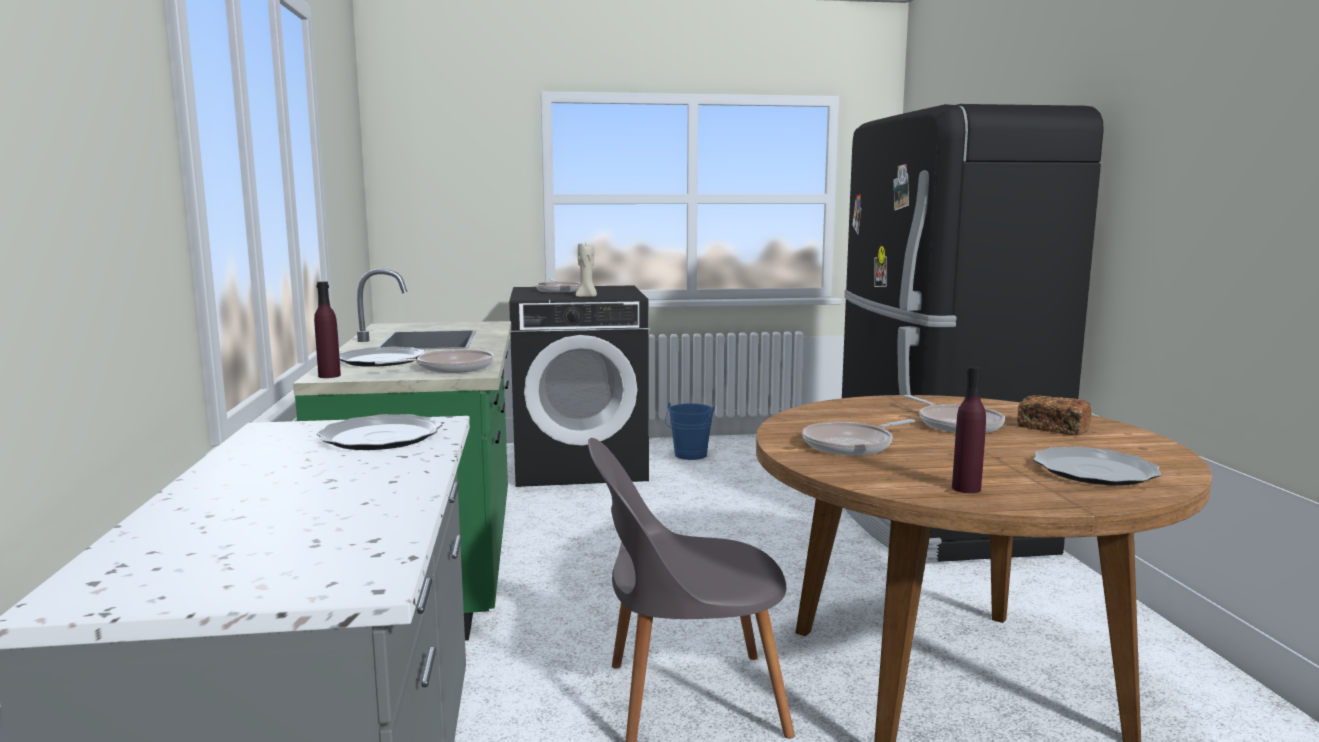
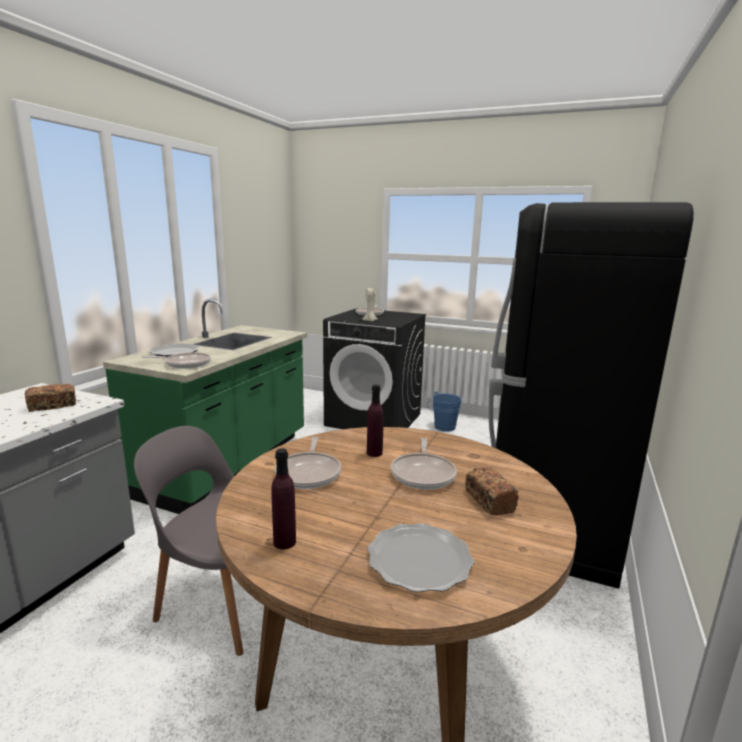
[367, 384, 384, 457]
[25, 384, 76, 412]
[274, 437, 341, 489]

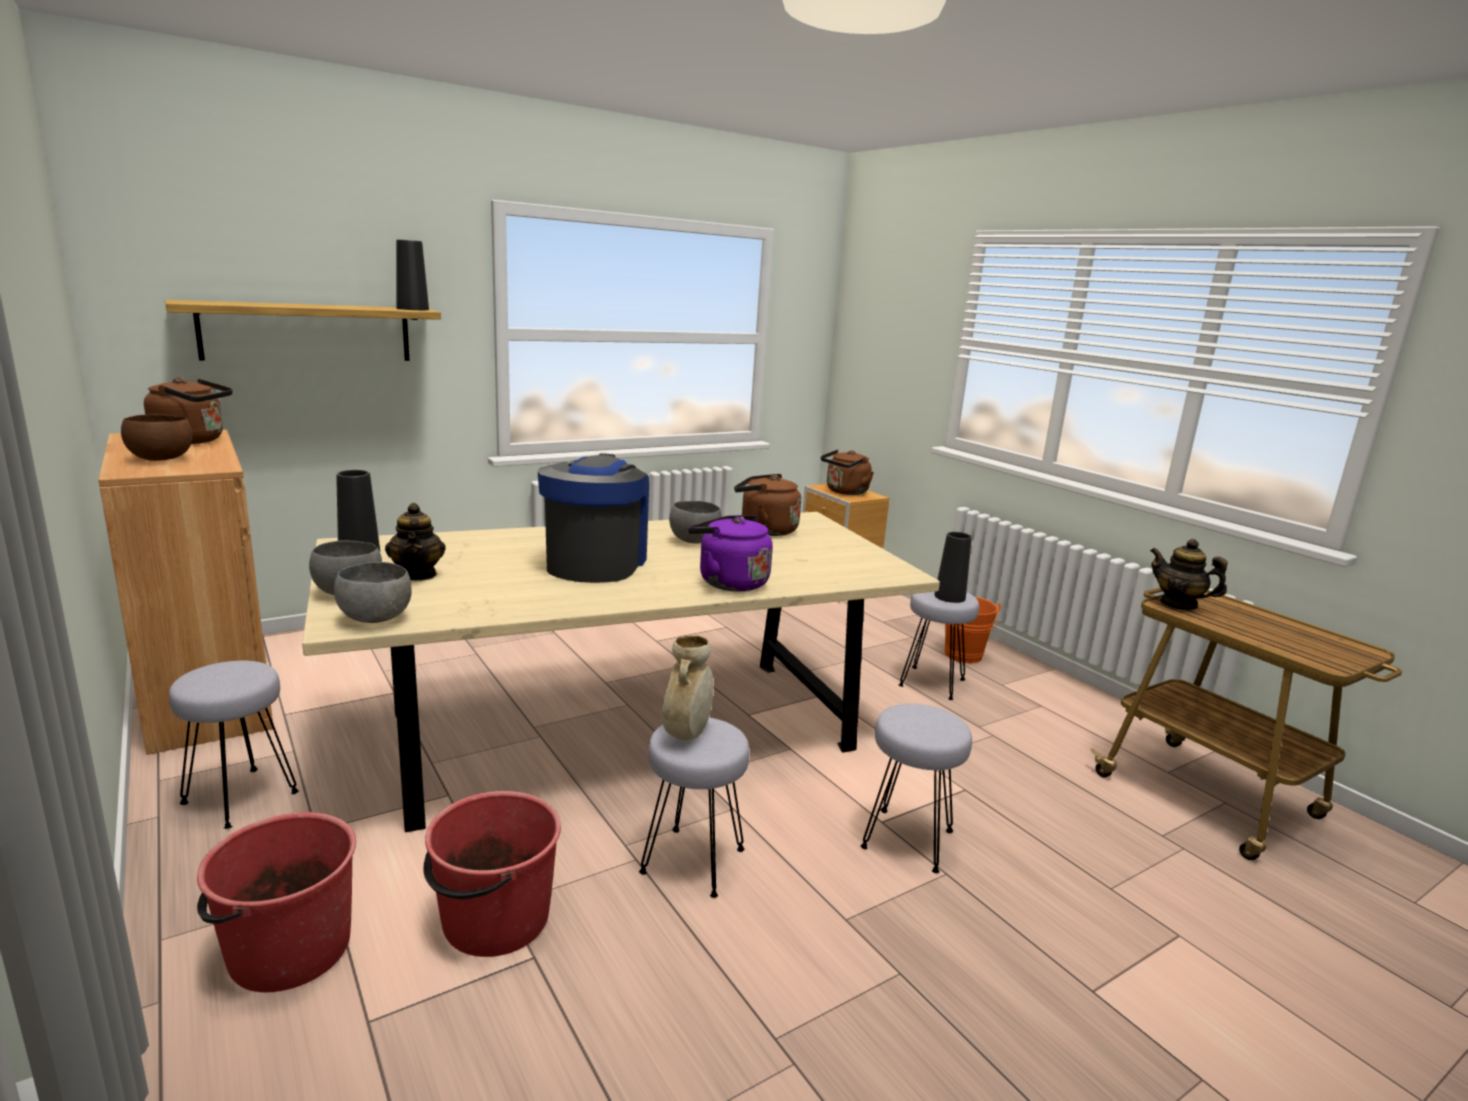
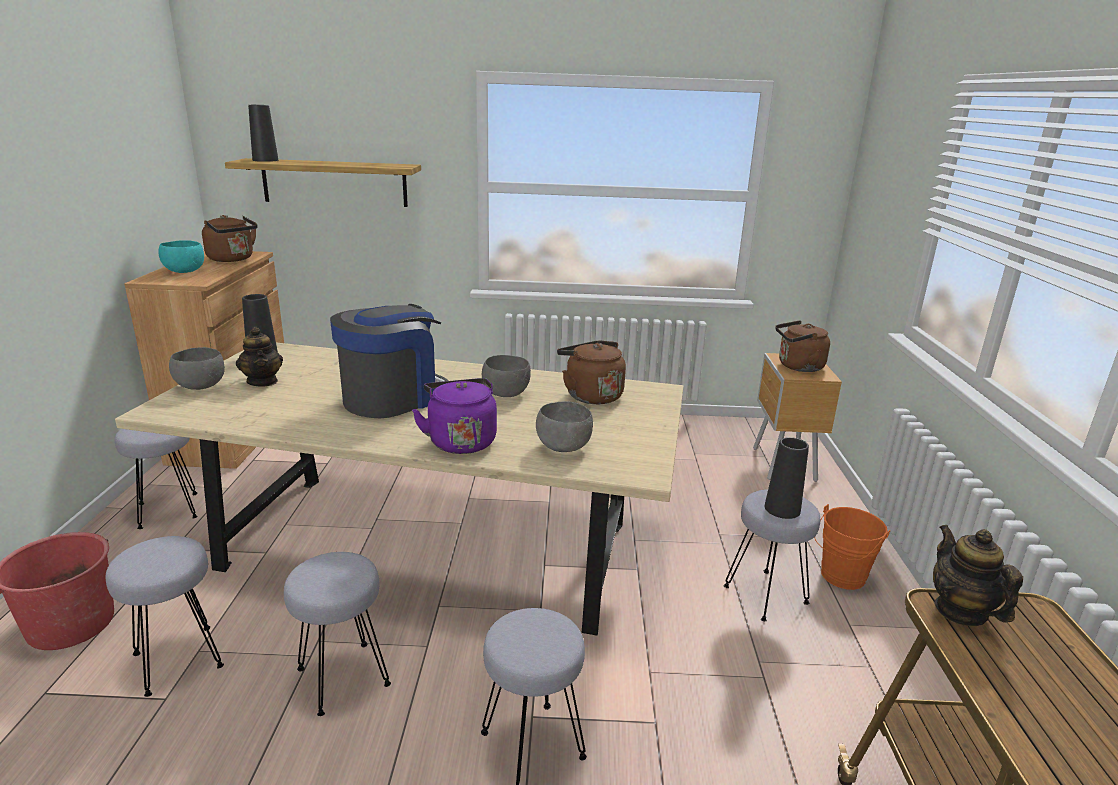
[158, 240, 204, 273]
[536, 401, 593, 452]
[236, 327, 283, 387]
[248, 105, 278, 162]
[106, 536, 224, 697]
[662, 635, 713, 740] (first image)

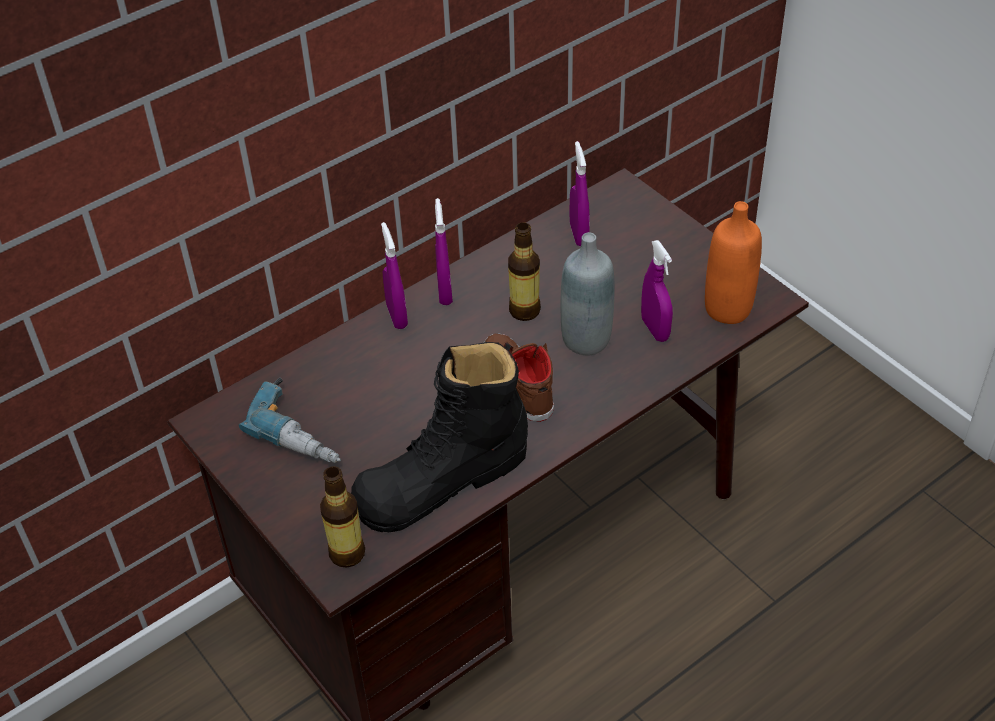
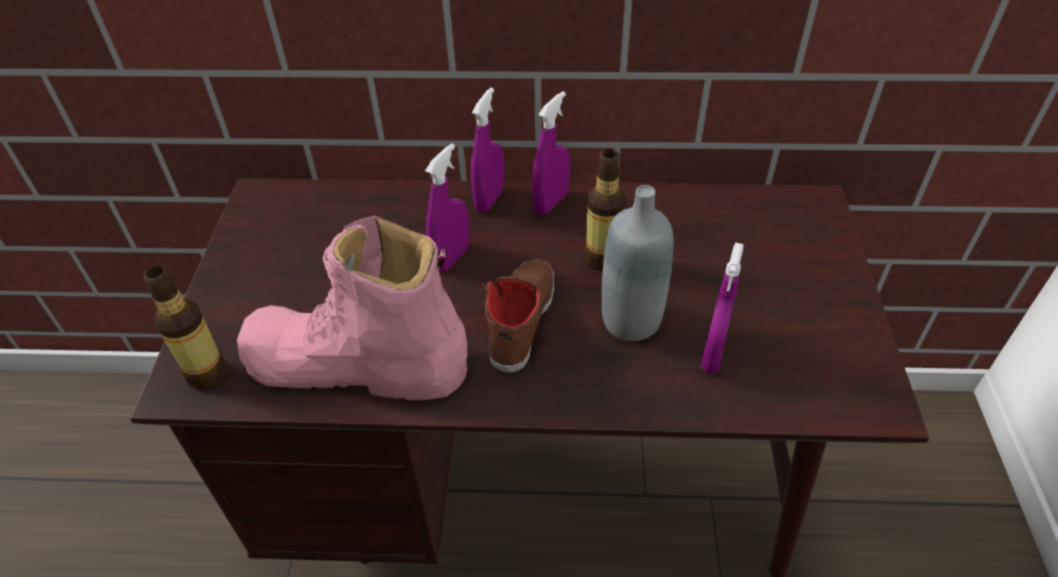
[239, 378, 341, 463] (first image)
[237, 215, 467, 400]
[425, 143, 470, 272]
[705, 201, 762, 324] (first image)

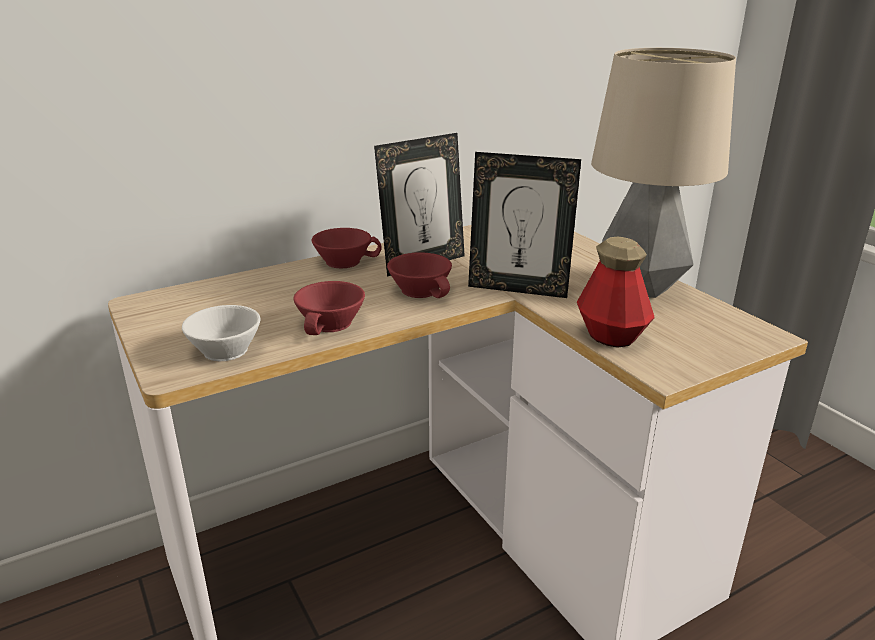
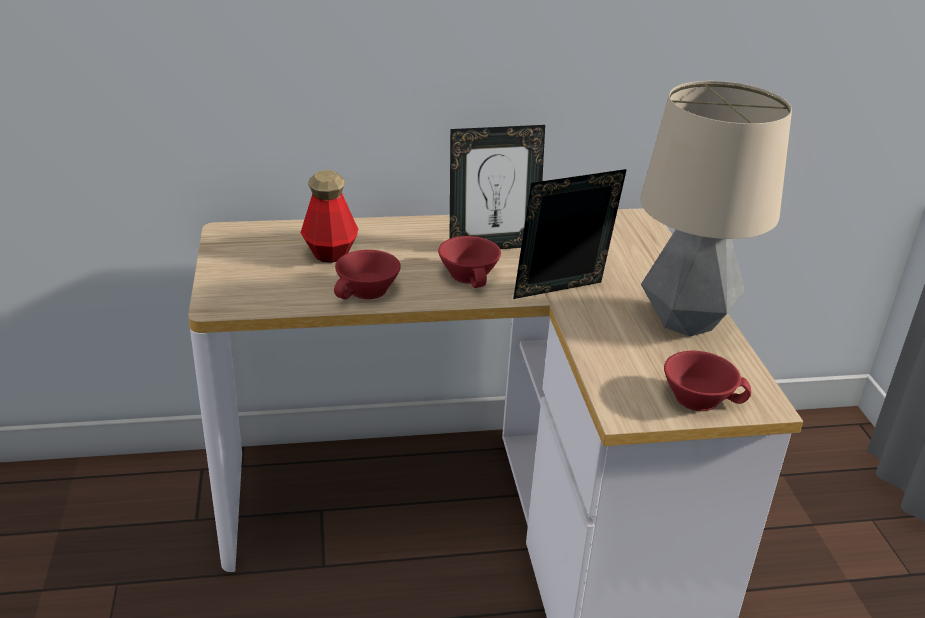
[182, 305, 260, 361] (first image)
[664, 351, 751, 411]
[513, 169, 627, 299]
[300, 170, 358, 263]

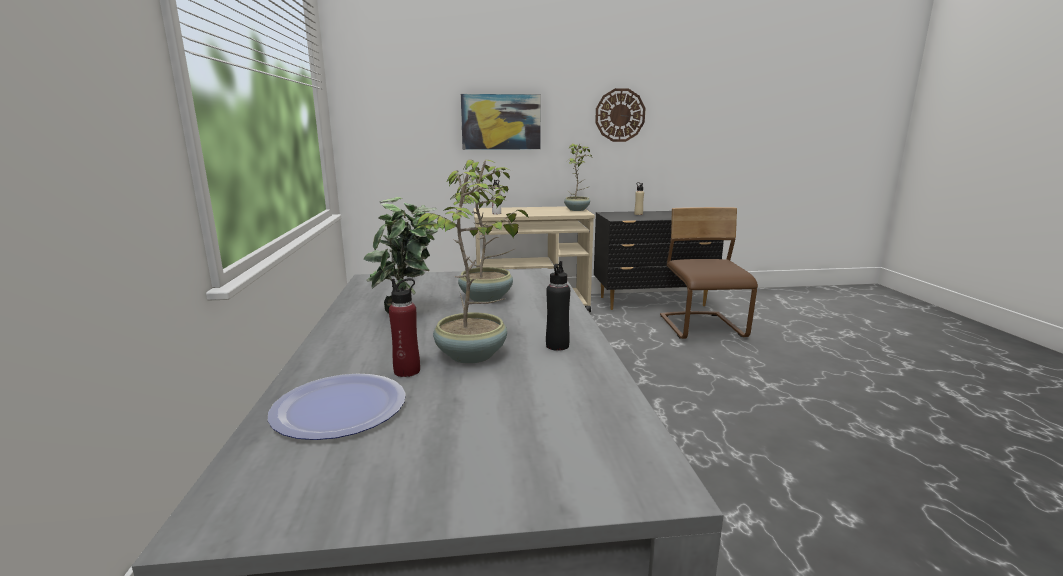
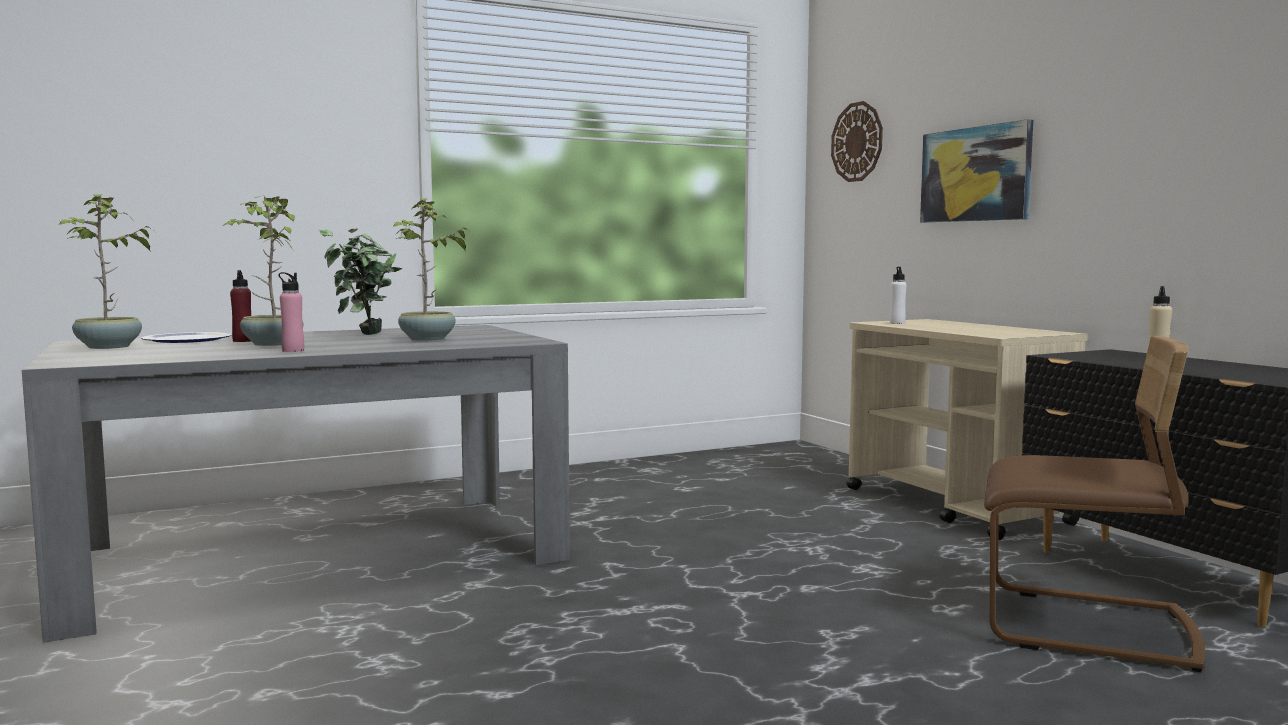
[279, 272, 304, 352]
[59, 194, 155, 349]
[831, 101, 883, 182]
[984, 336, 1205, 672]

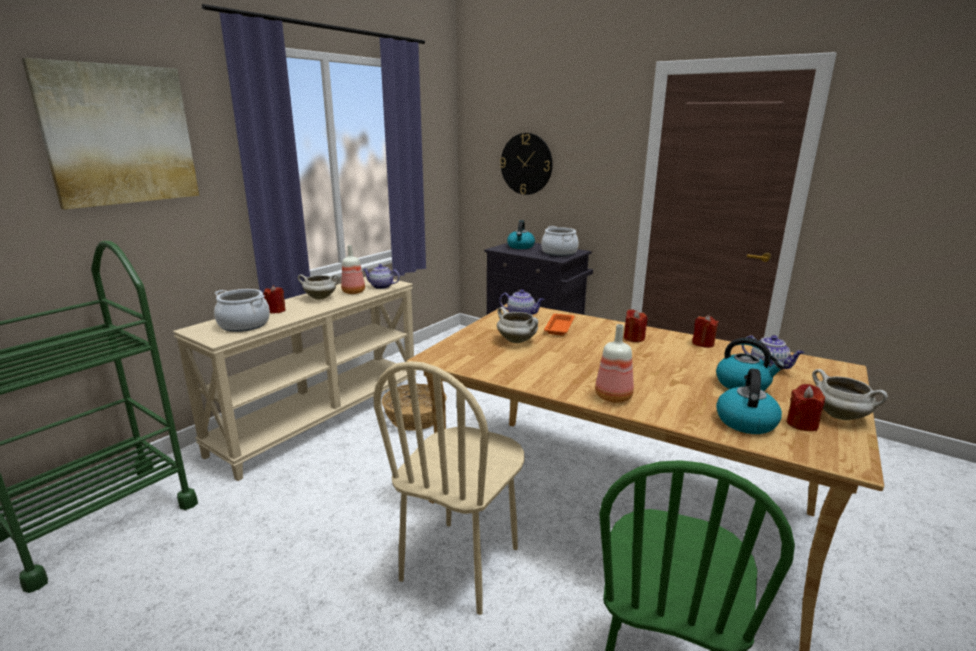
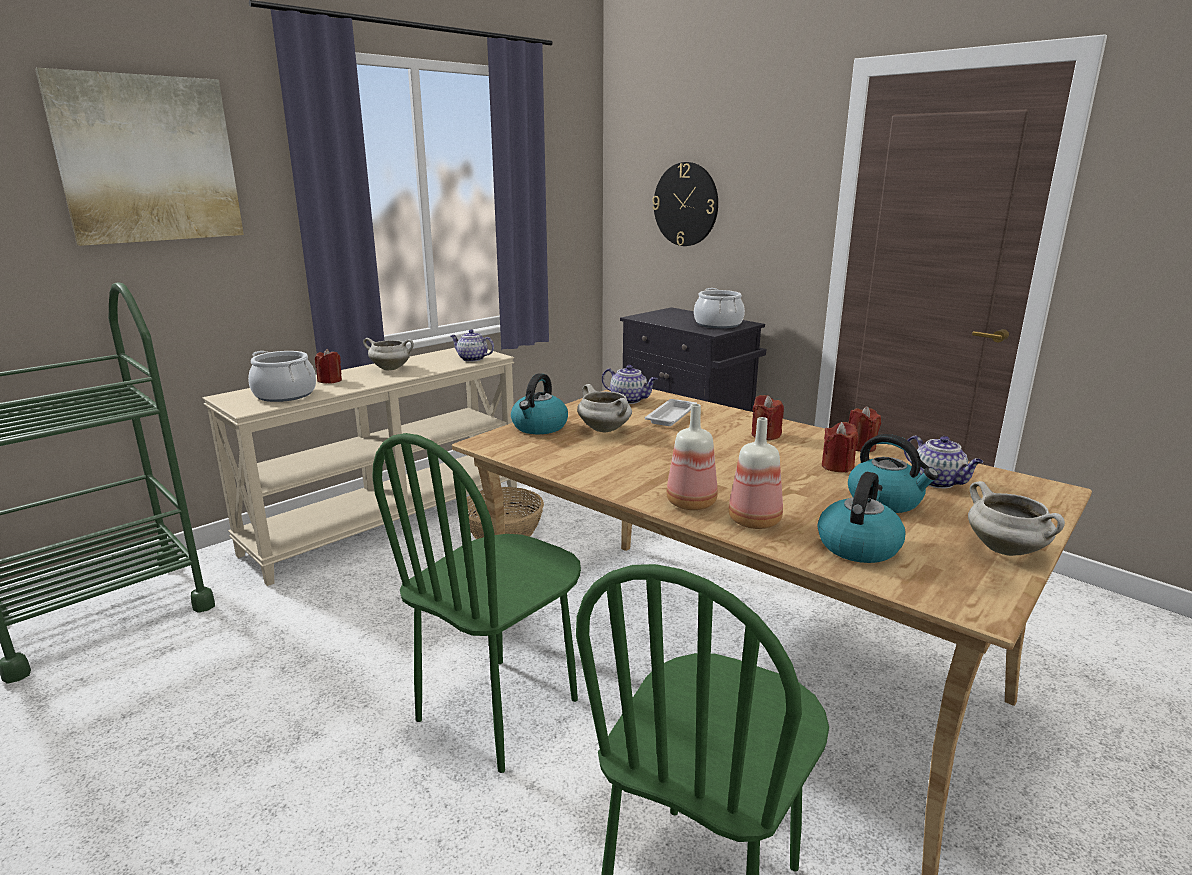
[728, 417, 783, 529]
[372, 433, 581, 773]
[511, 373, 568, 434]
[645, 399, 697, 426]
[822, 422, 859, 473]

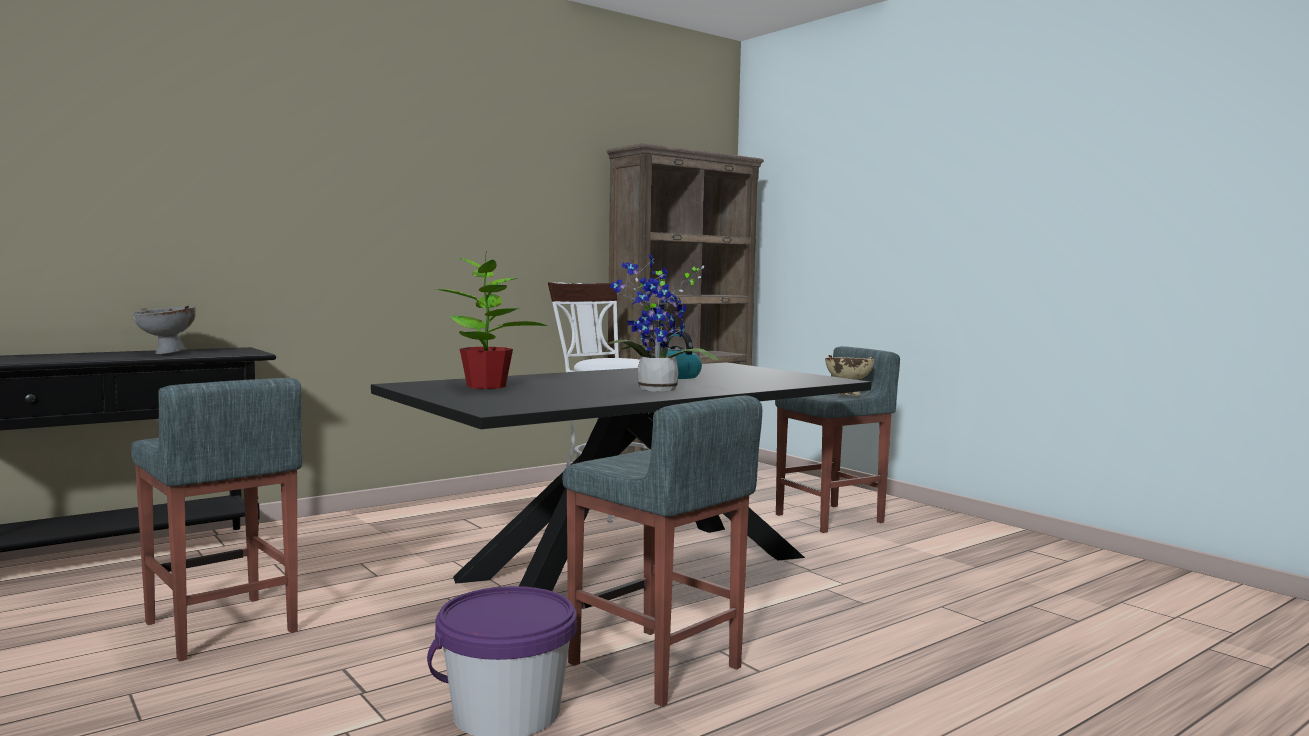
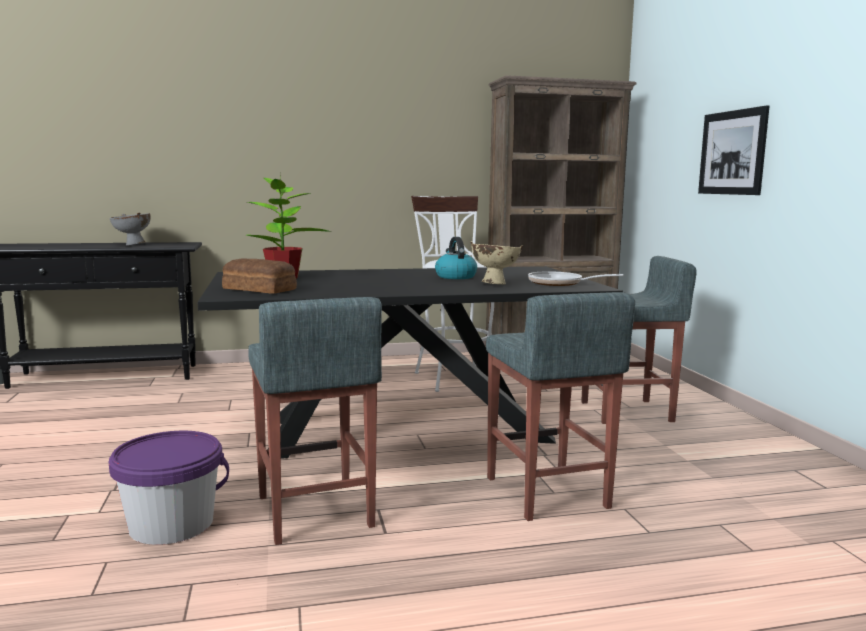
[486, 292, 635, 521]
[609, 253, 718, 392] (first image)
[470, 241, 523, 285]
[222, 258, 297, 294]
[528, 271, 624, 286]
[698, 105, 769, 195]

